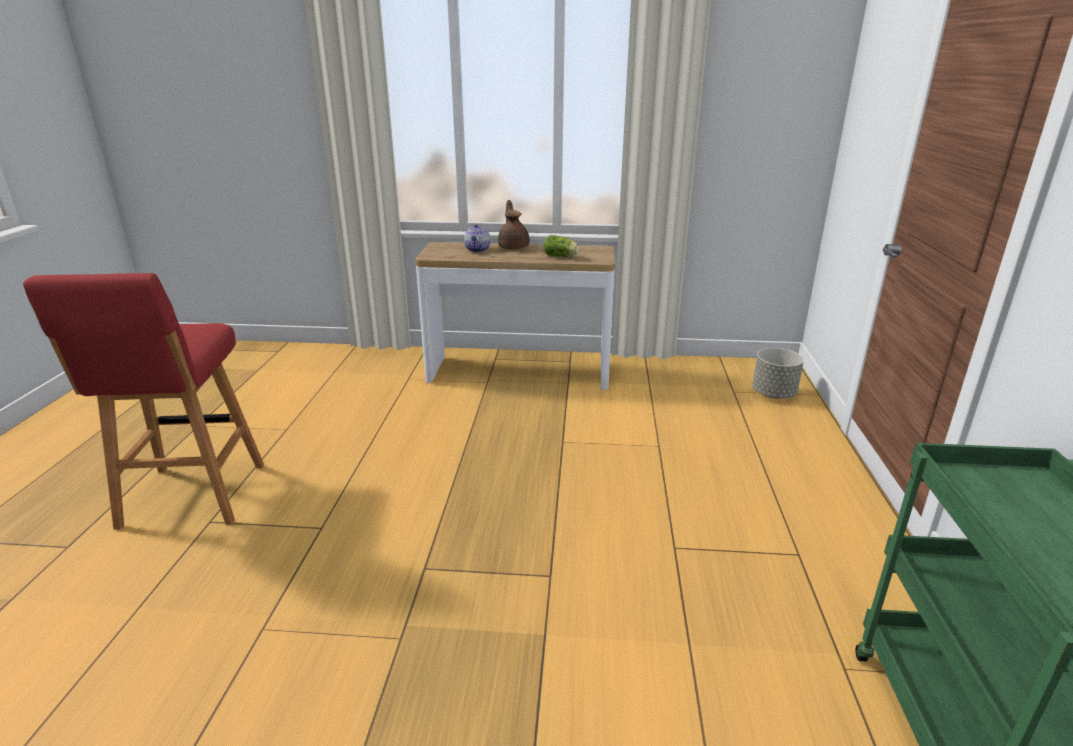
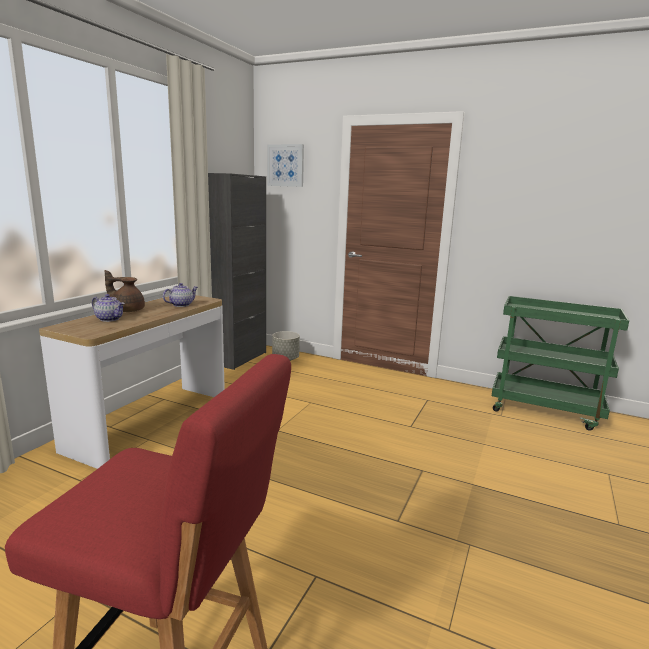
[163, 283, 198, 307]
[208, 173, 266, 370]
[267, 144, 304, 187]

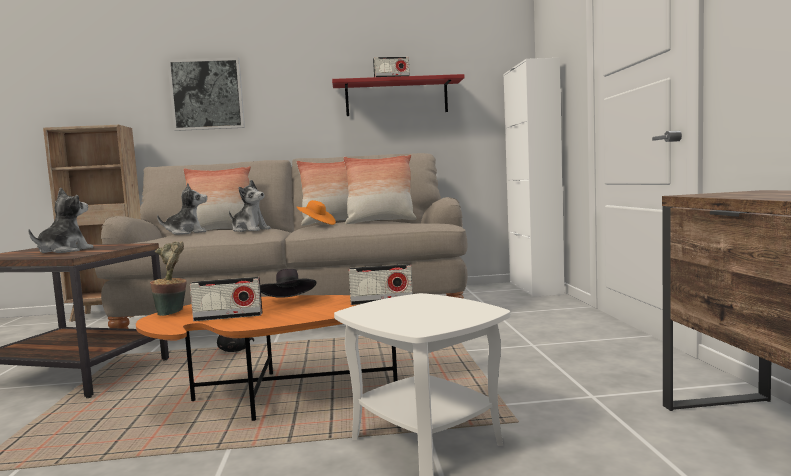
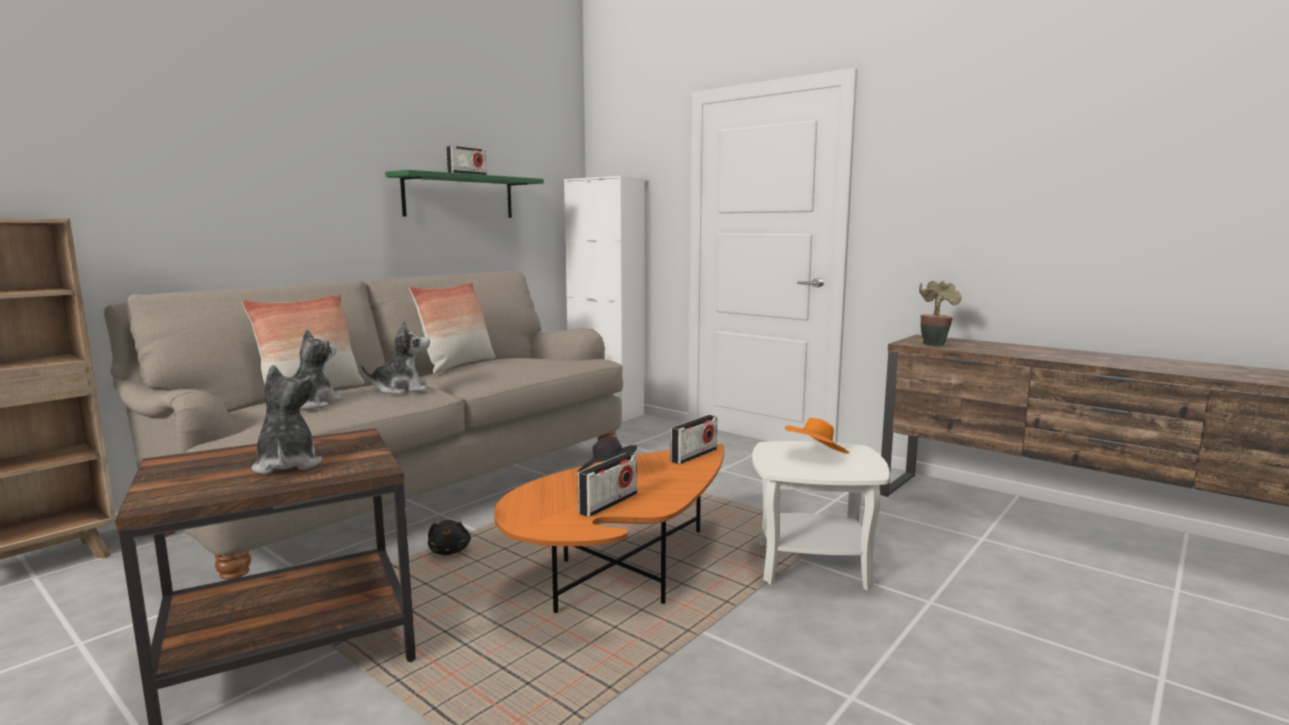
[919, 280, 962, 347]
[167, 57, 245, 131] (first image)
[785, 418, 850, 454]
[385, 170, 544, 218]
[343, 154, 417, 224] (first image)

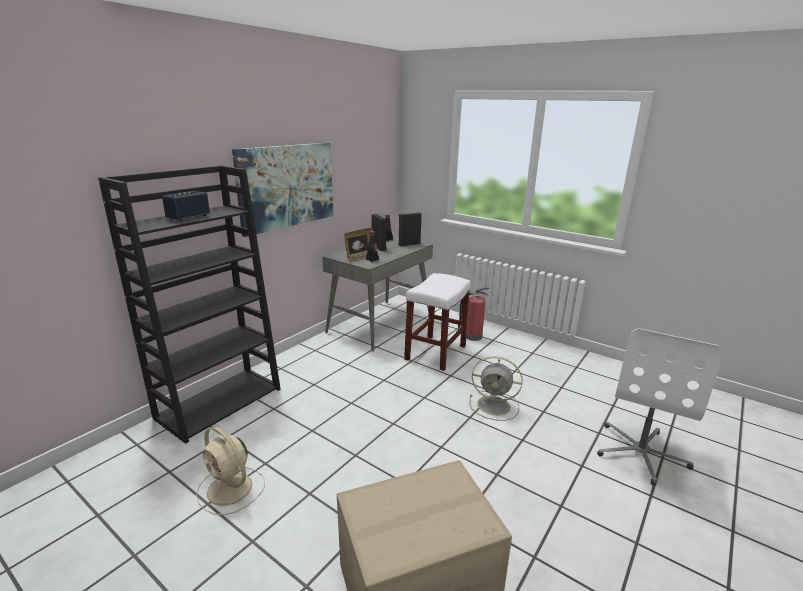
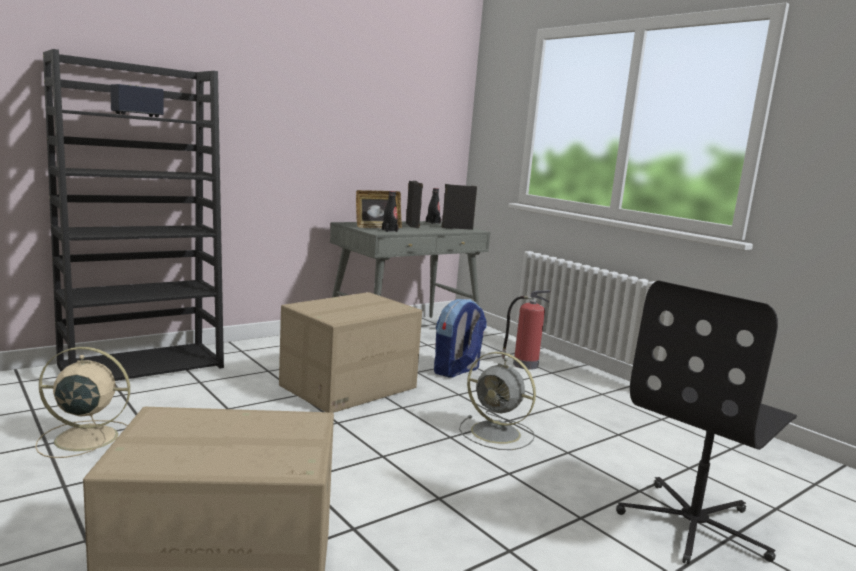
[35, 347, 130, 458]
[232, 143, 333, 237] (first image)
[434, 299, 487, 378]
[616, 281, 797, 565]
[279, 292, 422, 413]

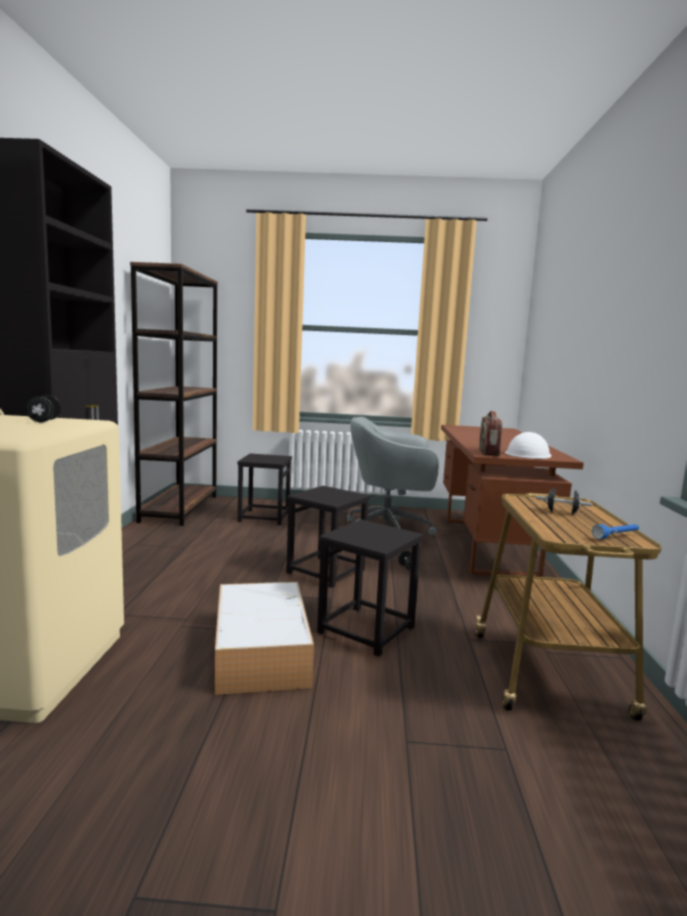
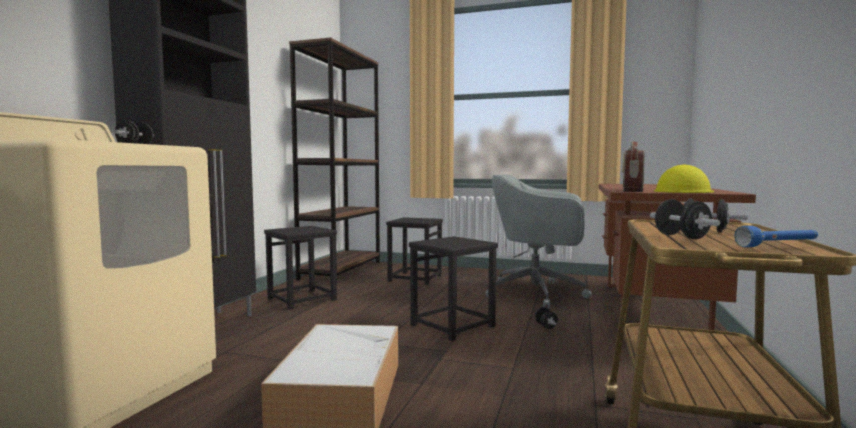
[264, 226, 337, 310]
[654, 165, 714, 193]
[650, 199, 720, 239]

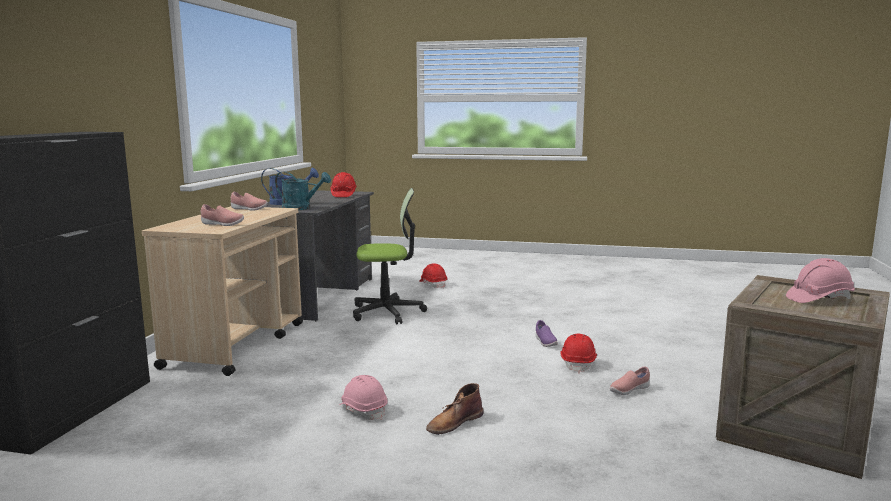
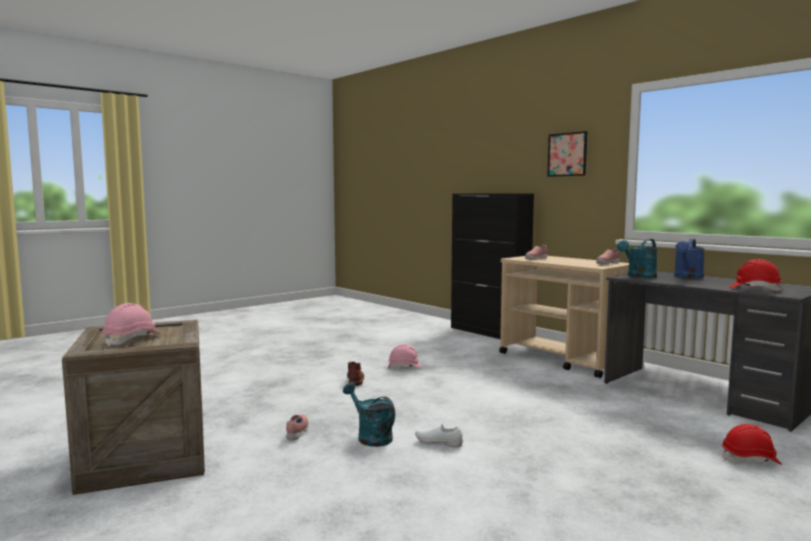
[353, 188, 427, 325] (first image)
[415, 424, 463, 448]
[343, 383, 395, 447]
[547, 131, 587, 177]

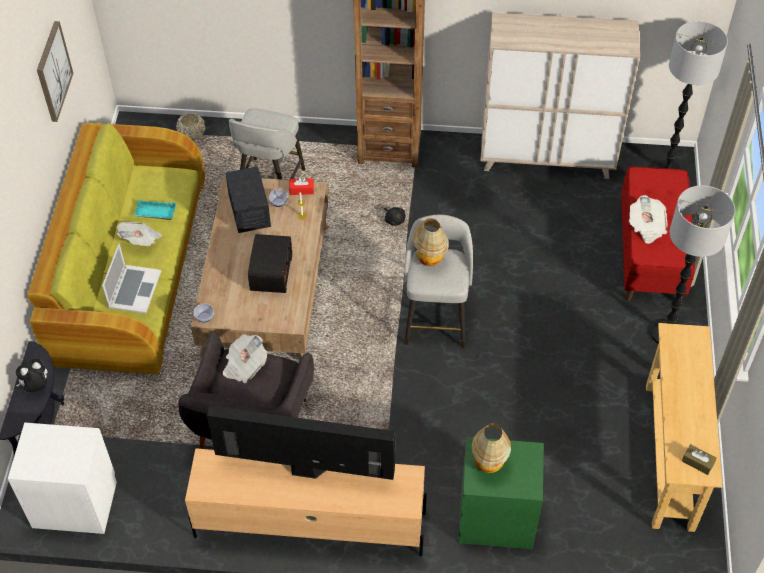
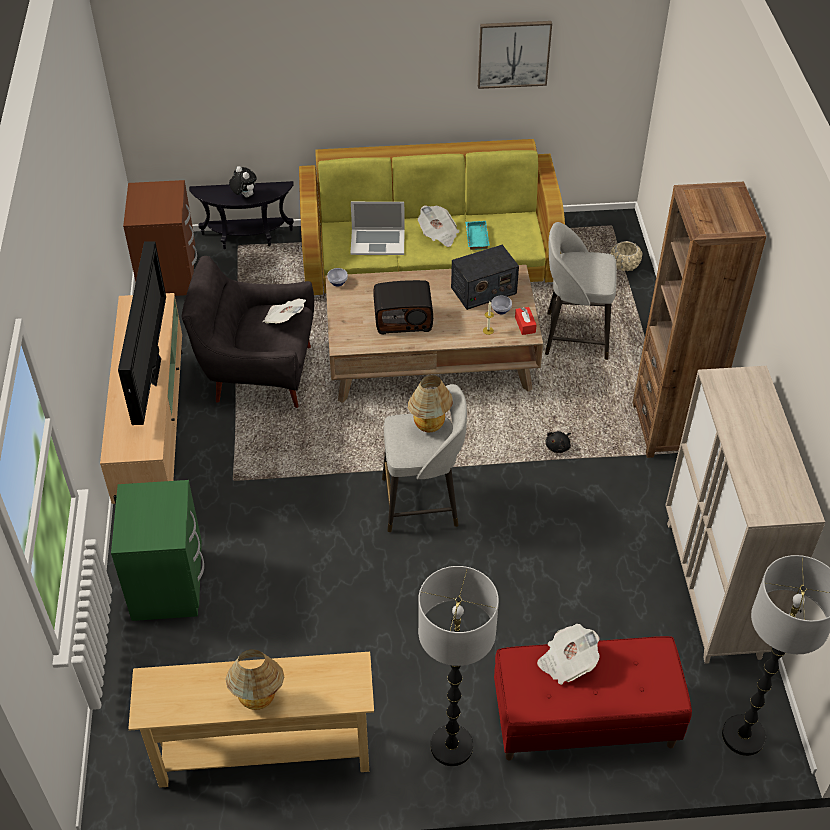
[123, 180, 197, 296]
[225, 649, 284, 710]
[682, 444, 717, 475] (first image)

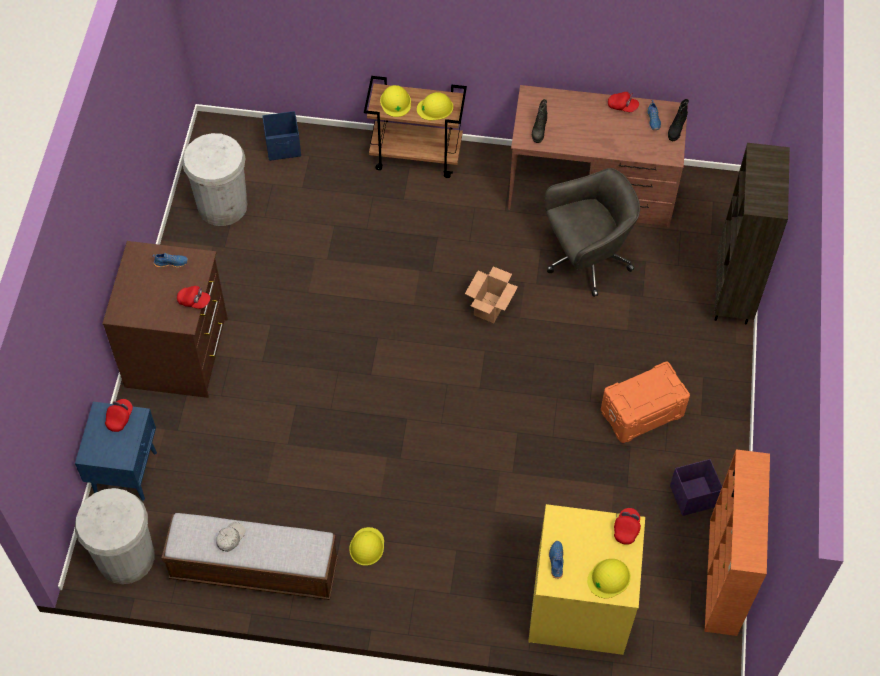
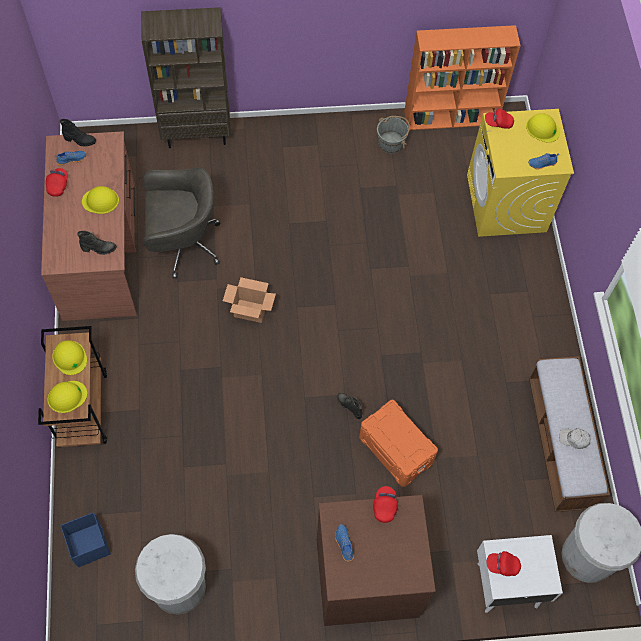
[477, 535, 563, 613]
[82, 186, 119, 214]
[143, 168, 221, 279]
[359, 400, 438, 487]
[377, 116, 410, 154]
[337, 393, 363, 419]

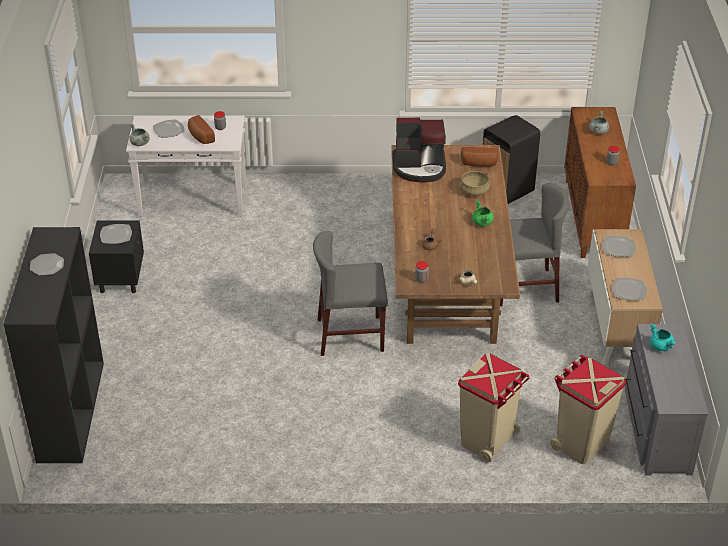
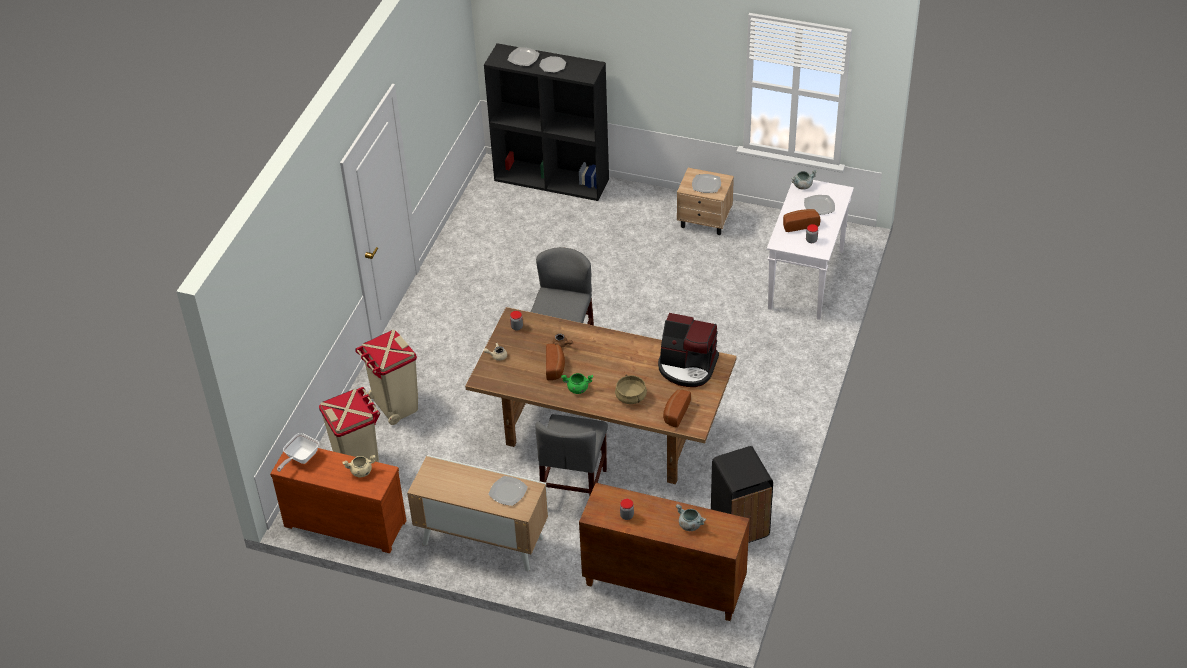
[677, 168, 734, 235]
[658, 313, 719, 387]
[508, 47, 539, 66]
[270, 448, 407, 553]
[342, 455, 375, 477]
[277, 433, 319, 472]
[546, 344, 565, 380]

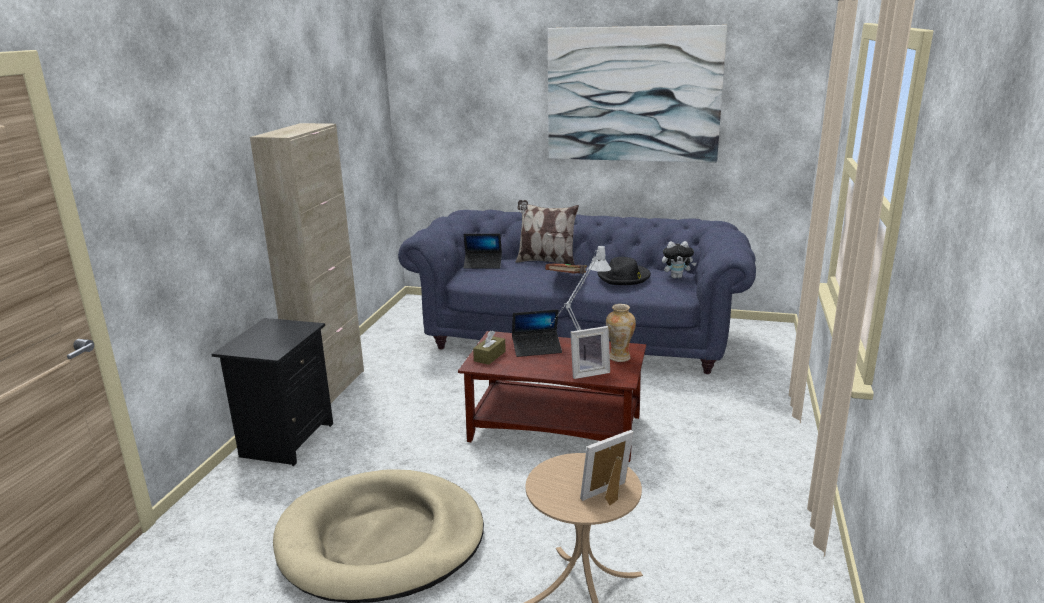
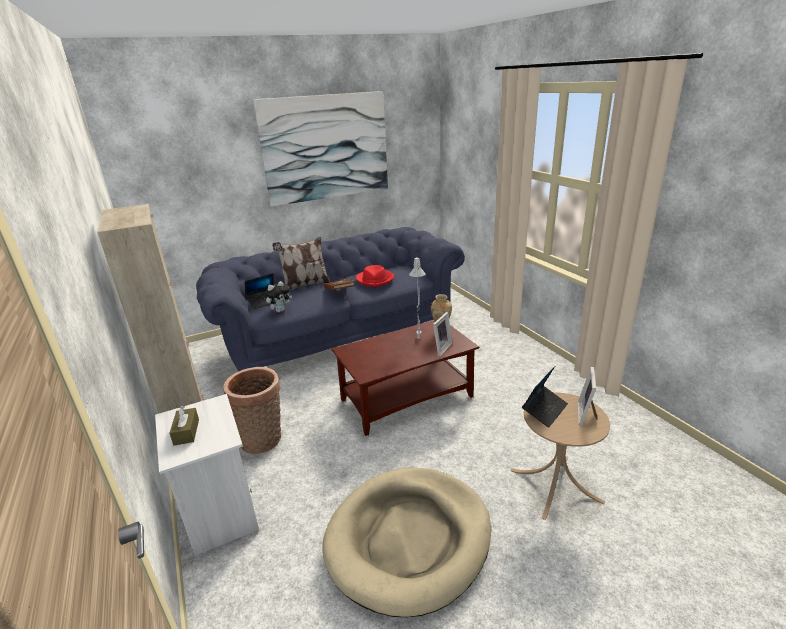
[155, 394, 259, 556]
[169, 405, 199, 445]
[522, 366, 568, 428]
[356, 265, 394, 287]
[265, 281, 292, 312]
[223, 367, 281, 454]

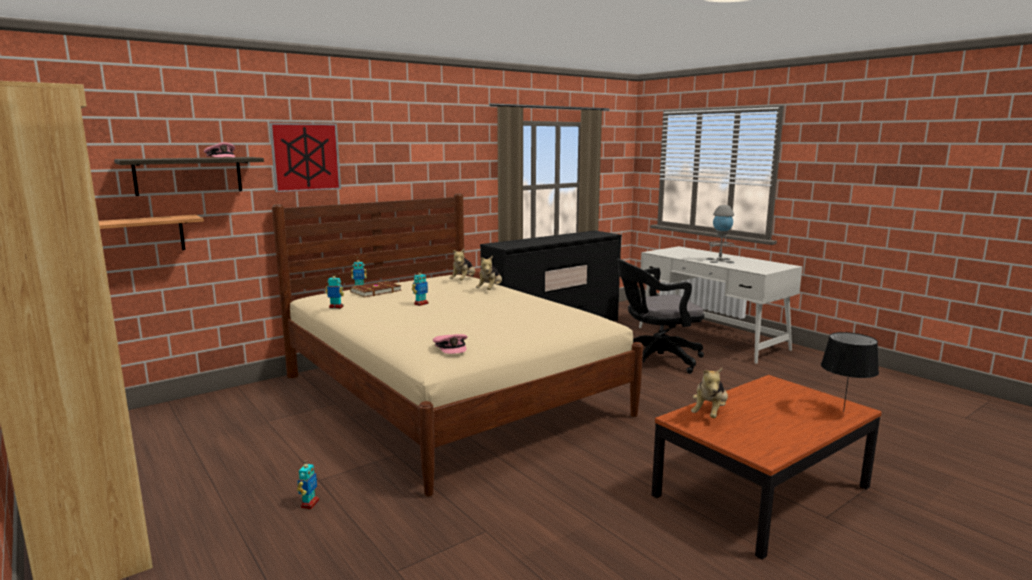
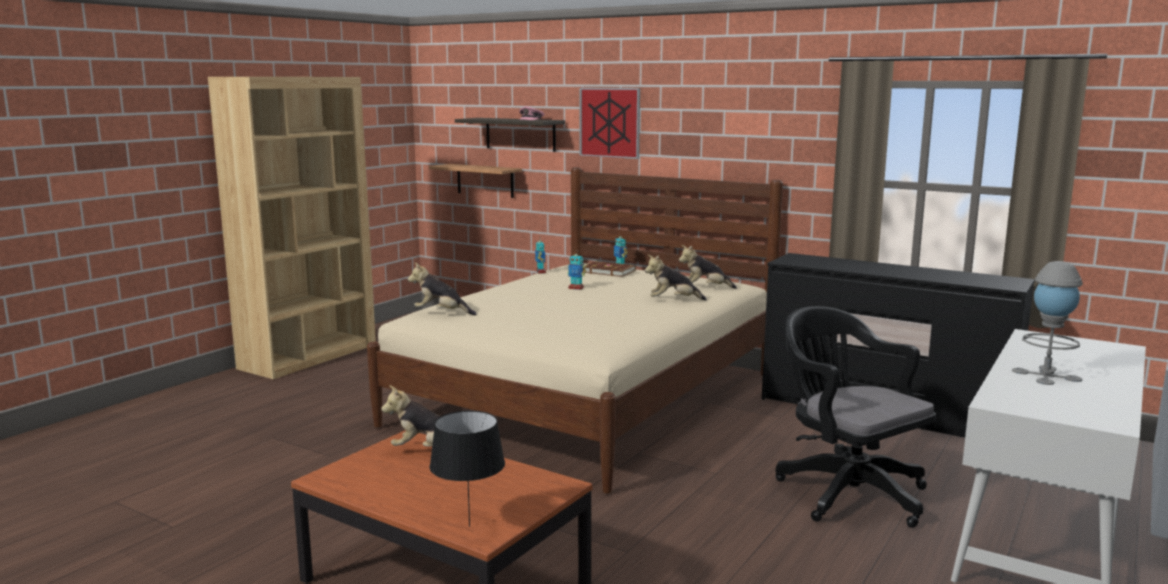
[297, 462, 319, 509] (first image)
[408, 262, 476, 315]

